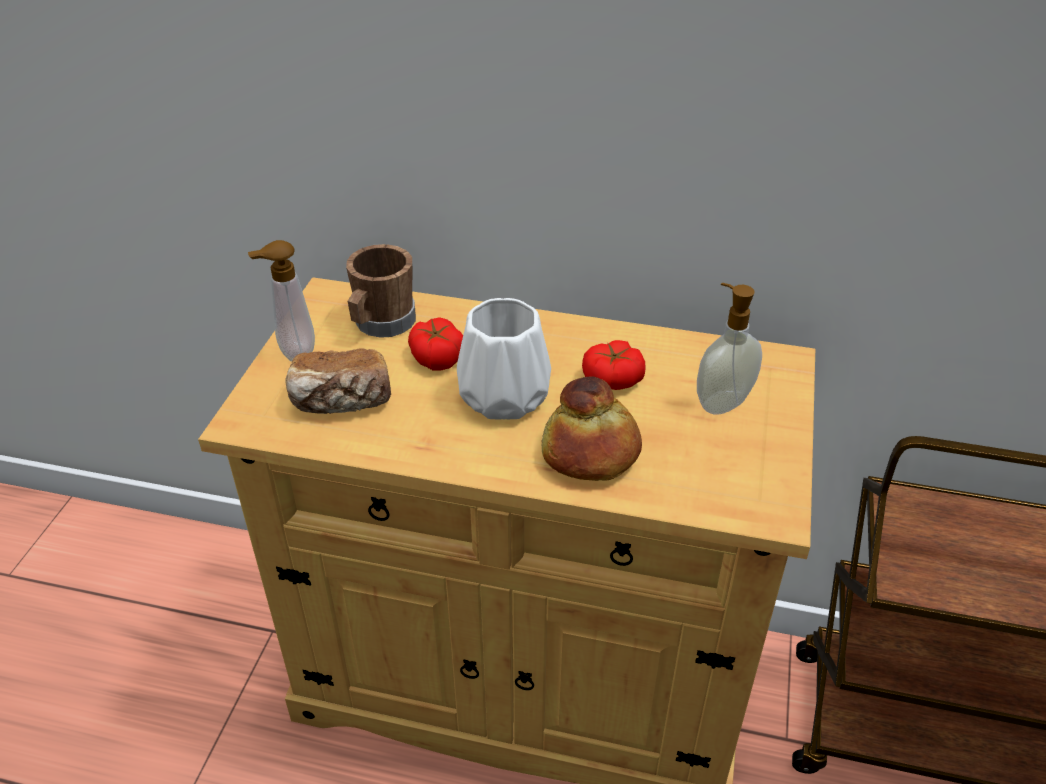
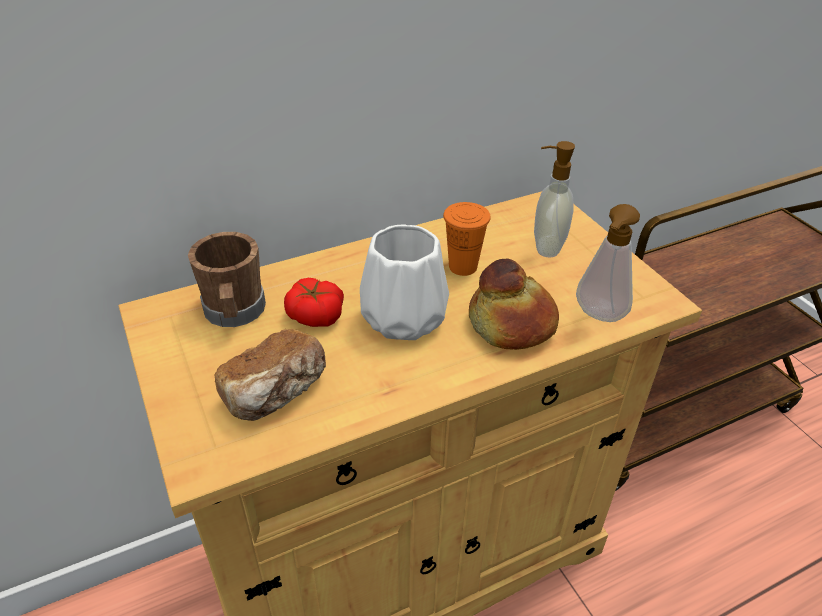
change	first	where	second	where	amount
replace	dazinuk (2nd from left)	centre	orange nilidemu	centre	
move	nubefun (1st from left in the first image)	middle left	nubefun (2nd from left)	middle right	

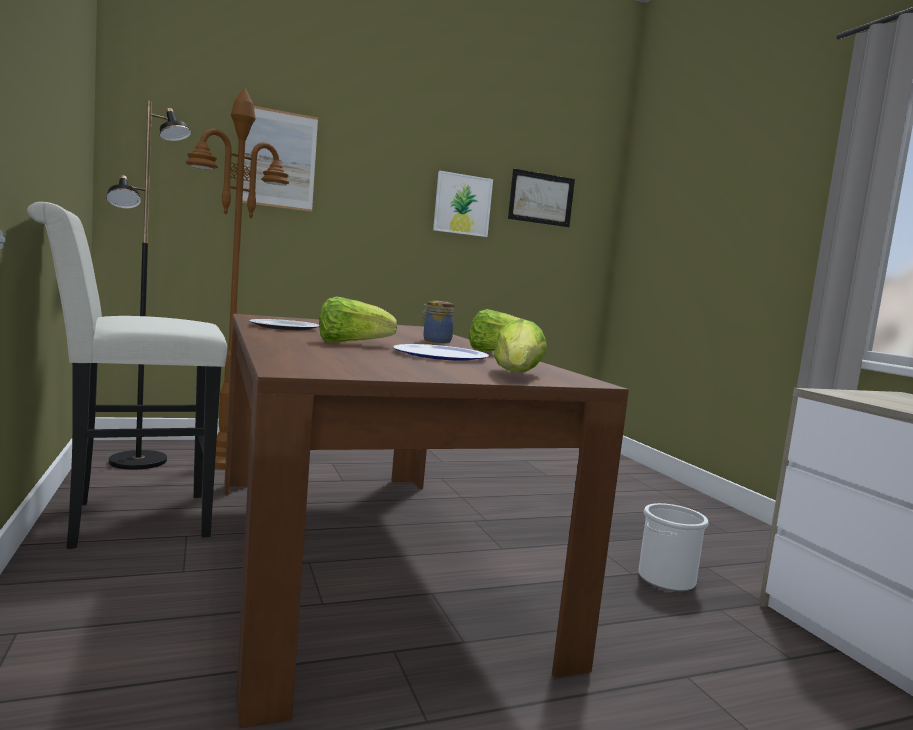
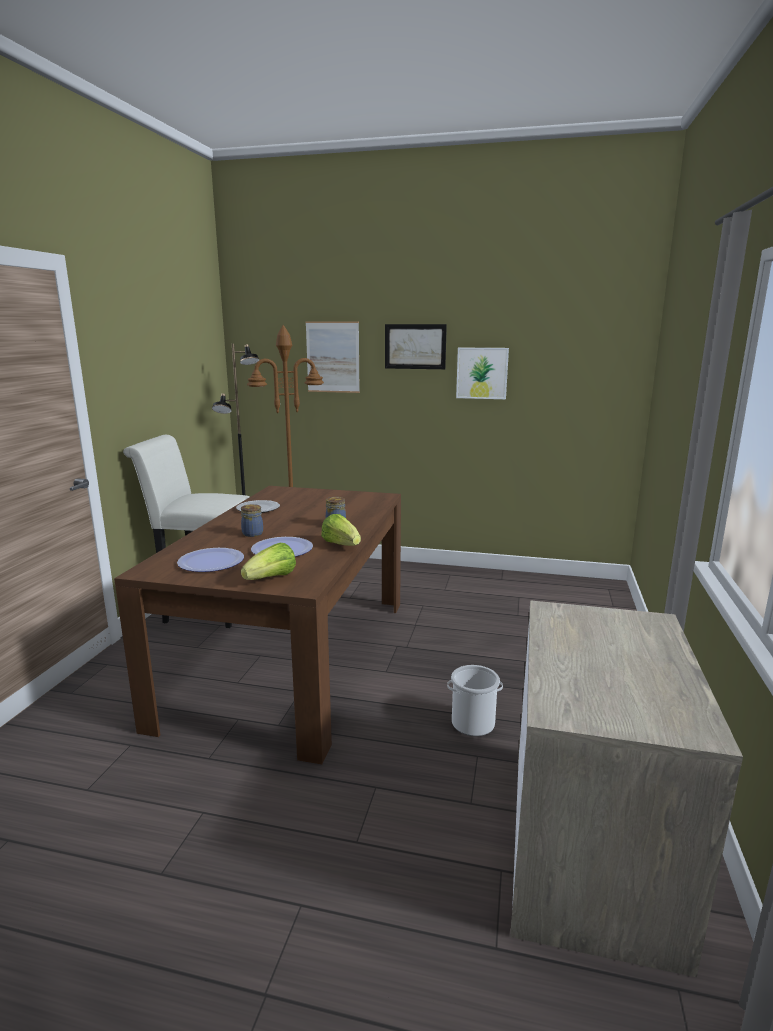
change	first	where	second	where	amount
insert			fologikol (1st from left)	middle left	
replace	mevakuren (1st from left)	centre	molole (1st from left)	middle left	
move	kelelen (3rd from left in the first image)	top centre	kelelen (2nd from left)	centre	

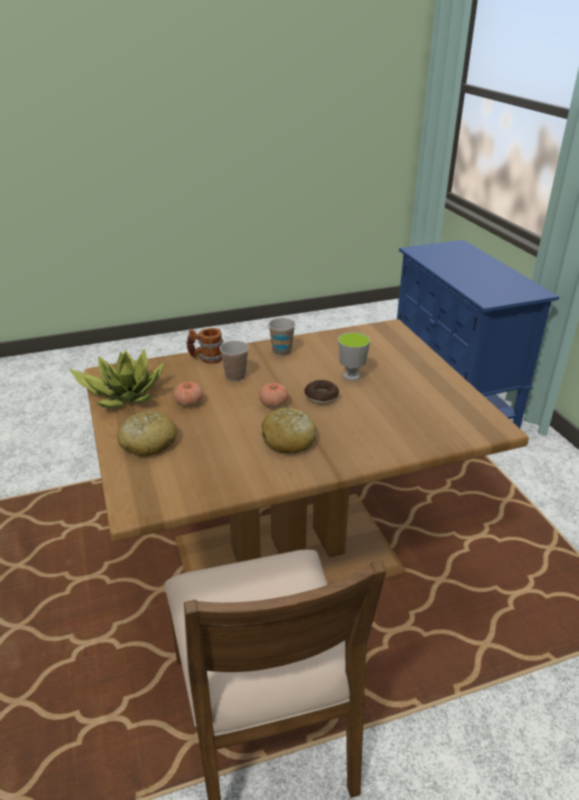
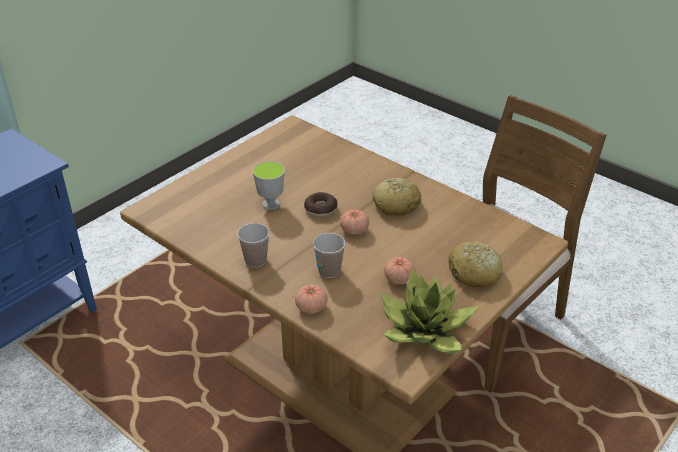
change	first	where	second	where	amount
replace	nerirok	centre	dazinuk (1st from left)	centre	

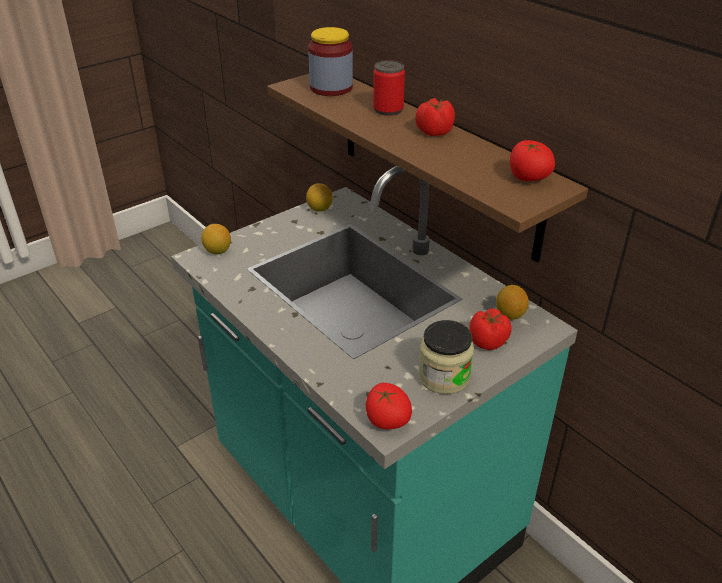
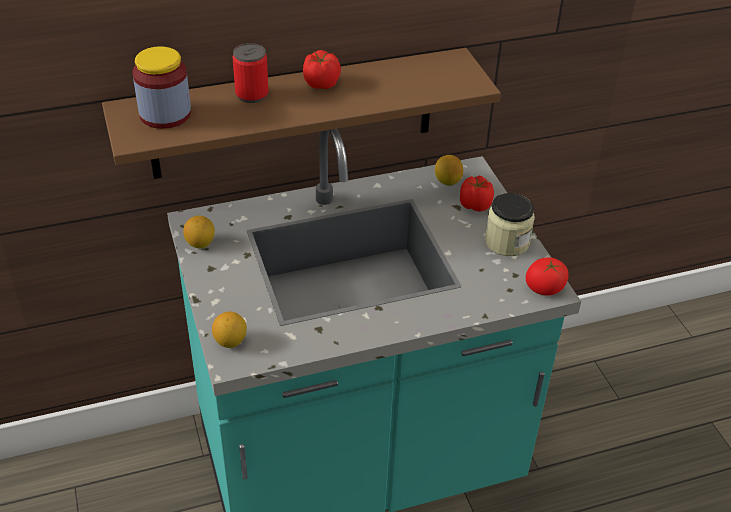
change	first	where	second	where	amount
delete	dazinuk (4th from left)	top right			

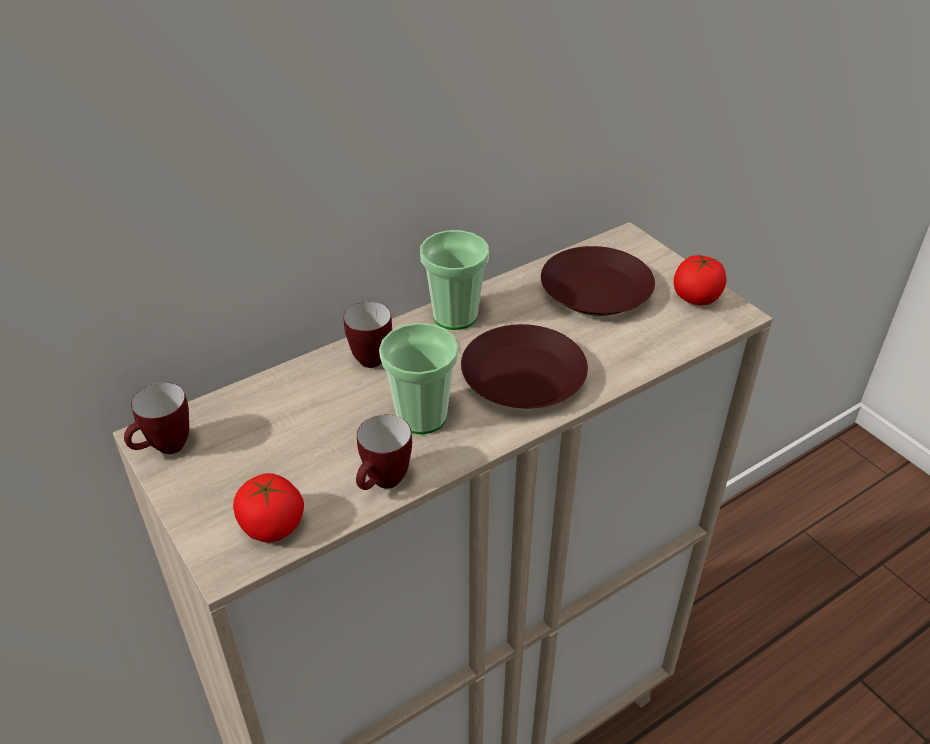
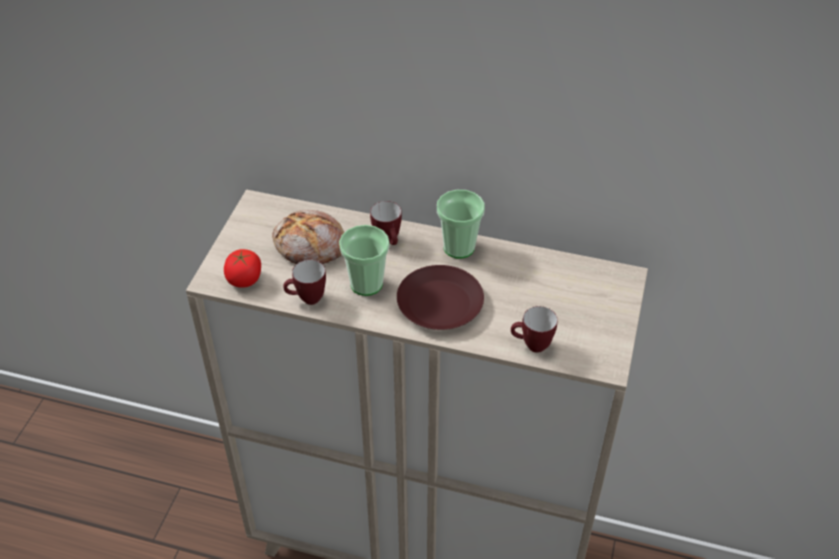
change	first	where	second	where	amount
insert			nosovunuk	centre	
move	nerirok (1st from left in the first image)	middle left	nerirok (3rd from left)	centre	
delete	brown fologikol (2nd from left)	centre			
delete	dazinuk (2nd from left)	middle right			

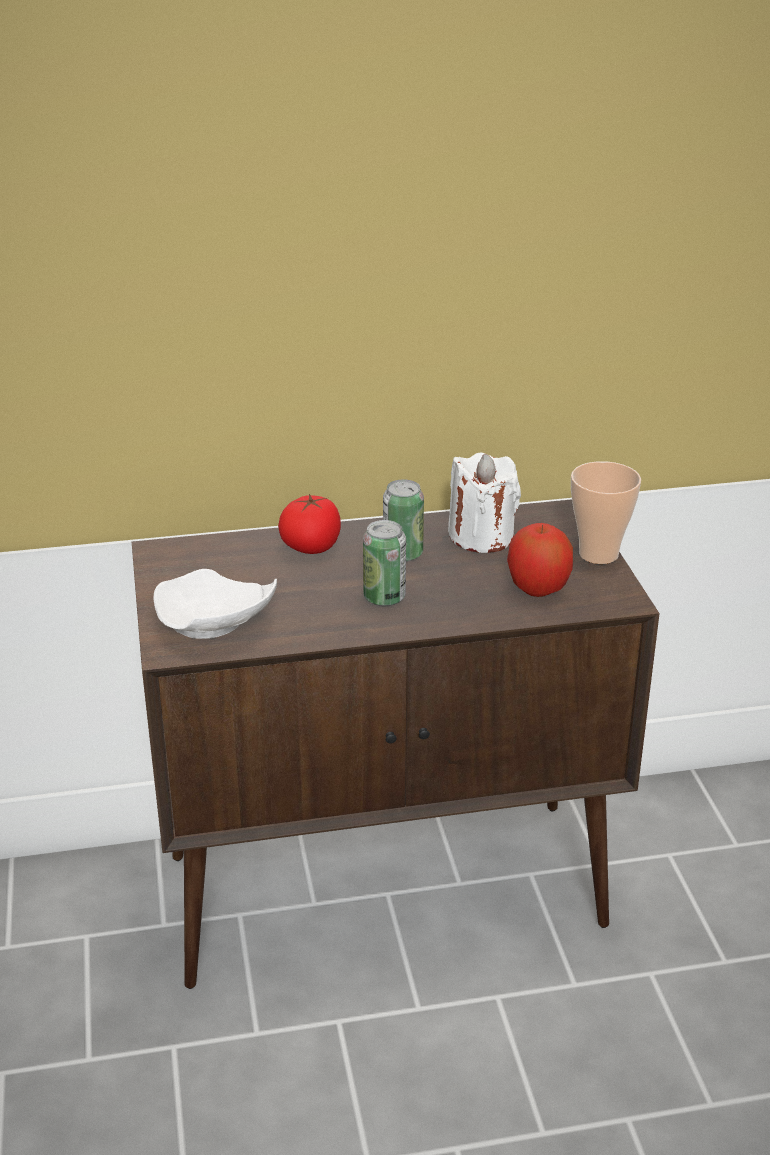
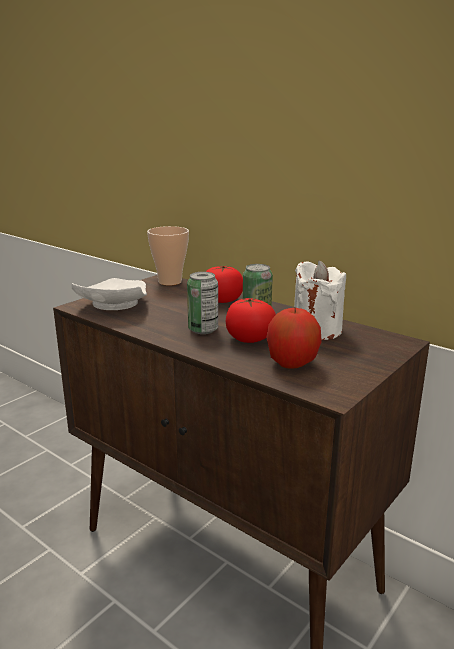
change	first	where	second	where	amount
move	nilidemu	middle right		centre	
insert			dazinuk (2nd from left)	centre	

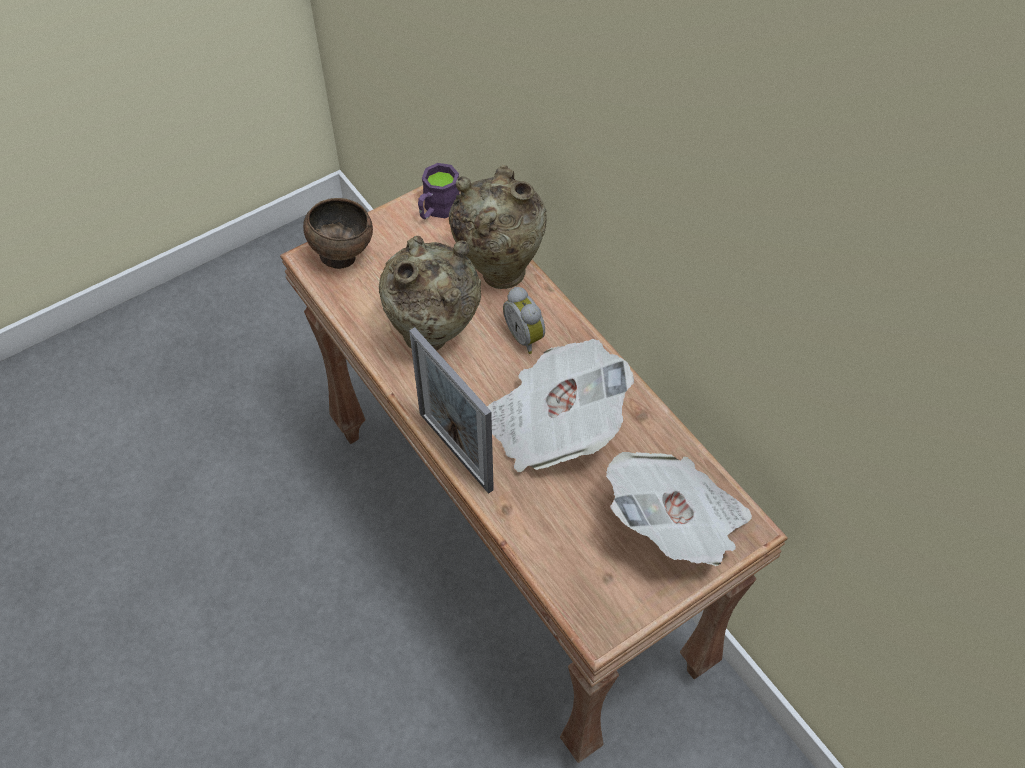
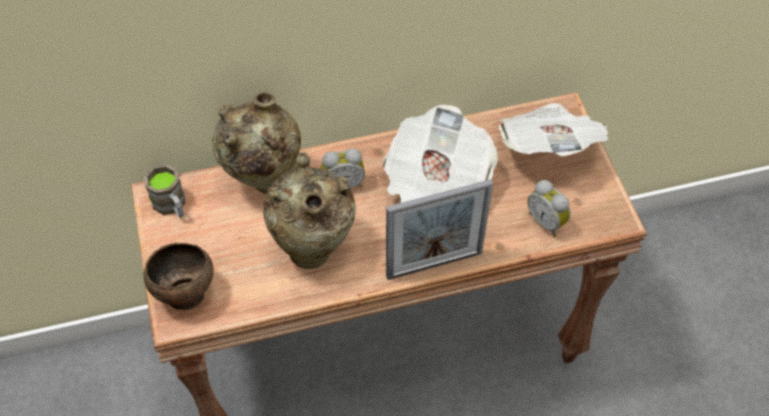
change	first	where	second	where	amount
recolor	purple nerirok	top centre	brown nerirok	middle left	
insert			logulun (2nd from left)	middle right	

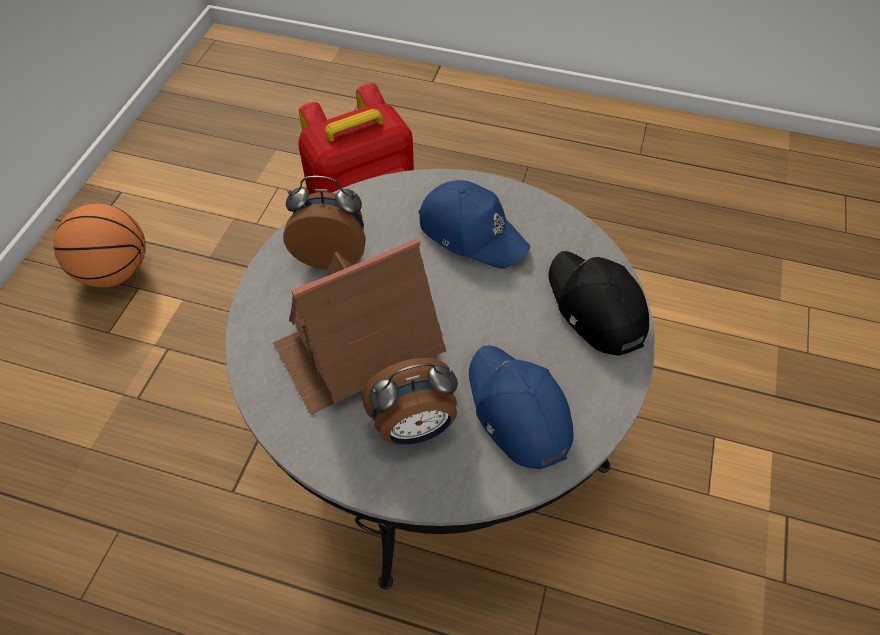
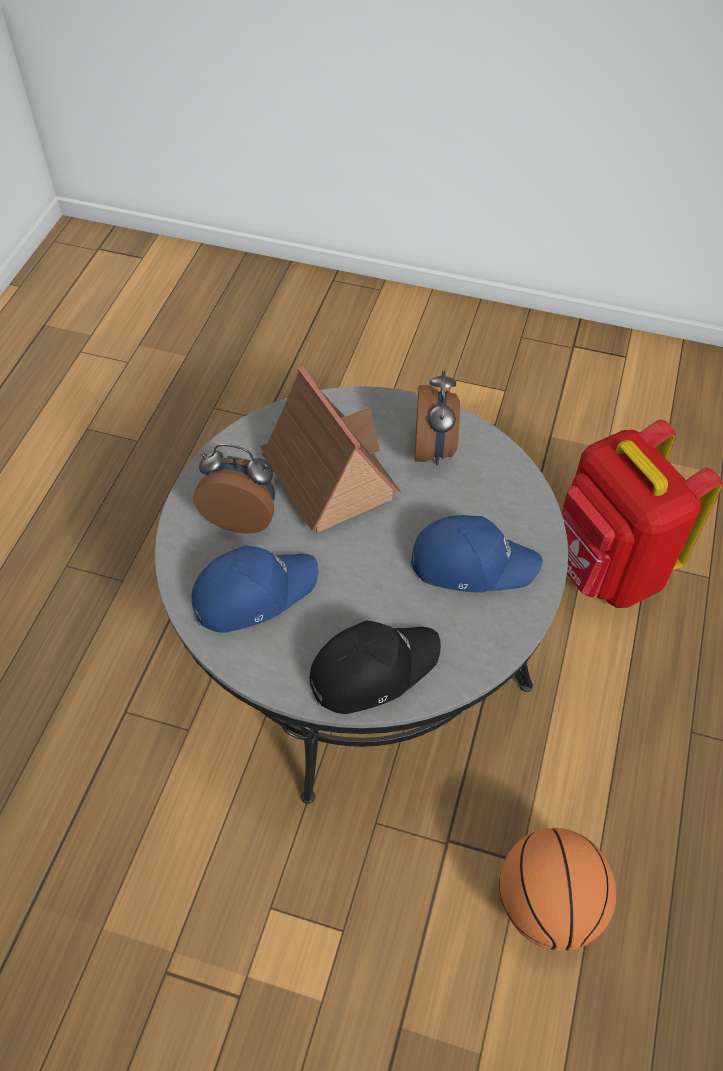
change	first	where	second	where	amount
rotate	logulun (2nd from left in the first image)	centre	logulun (1st from left)	middle left	120 degrees clockwise
rotate	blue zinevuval (1st from left in the first image)	centre	blue zinevuval (2nd from left)	centre	120 degrees counterclockwise
move	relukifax	middle left		bottom right	

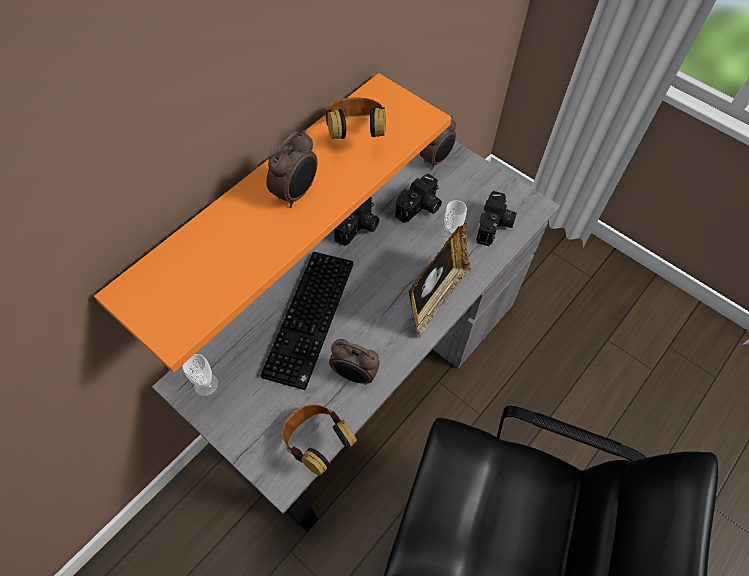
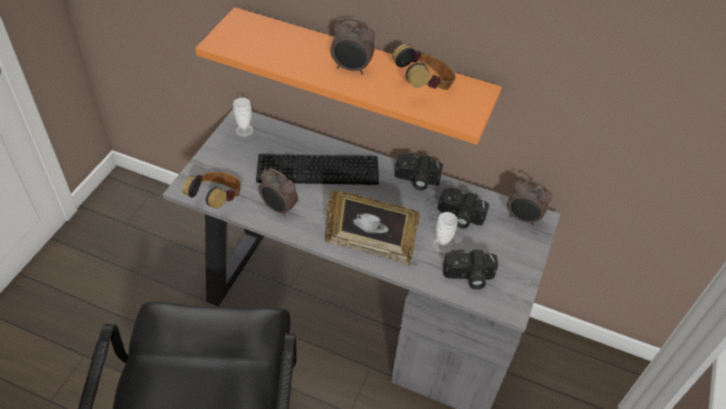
change	first	where	second	where	amount
rotate	logulun (2nd from left in the first image)	centre	logulun (1st from left)	centre	60 degrees counterclockwise

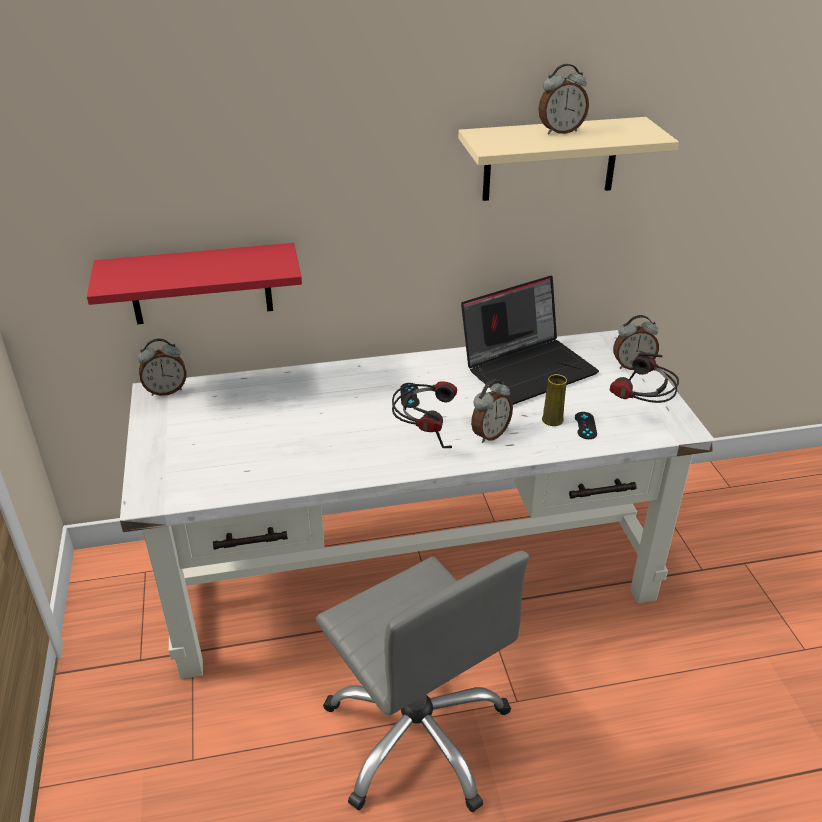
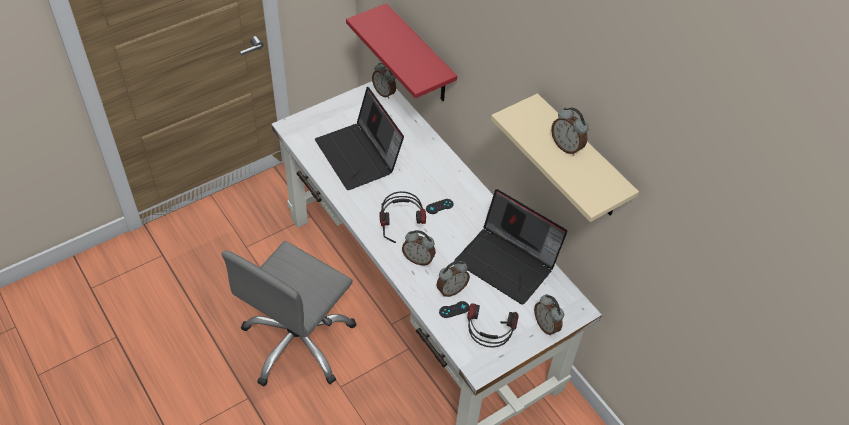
change	first	where	second	where	amount
insert			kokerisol (1st from left)	top centre	
replace	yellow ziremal	middle right	logulun (3rd from left)	centre	

